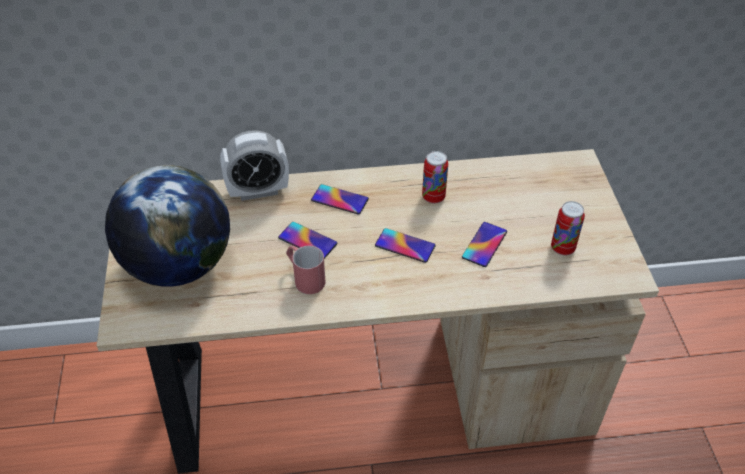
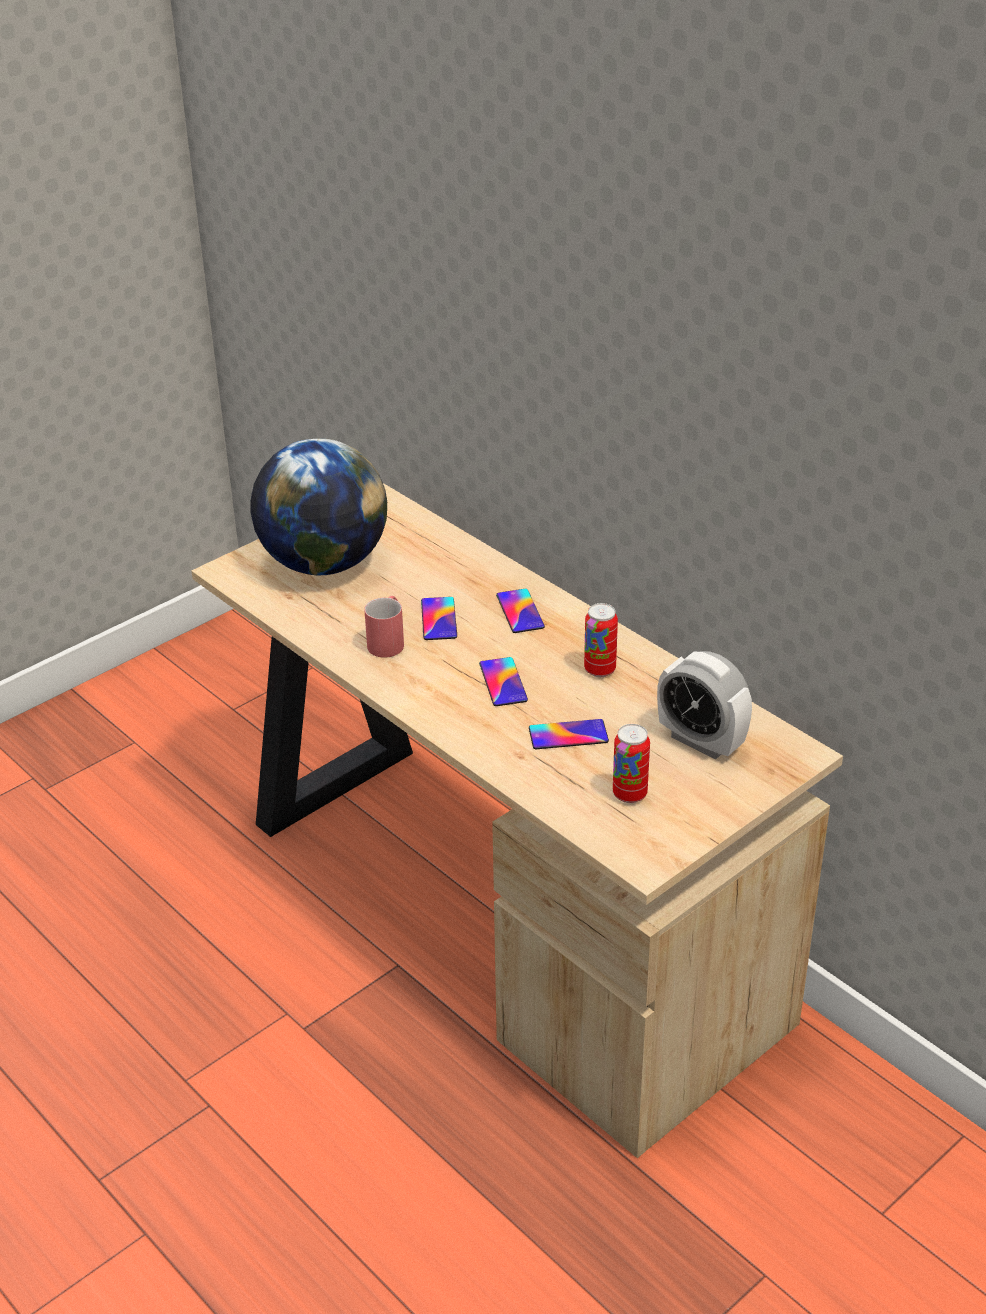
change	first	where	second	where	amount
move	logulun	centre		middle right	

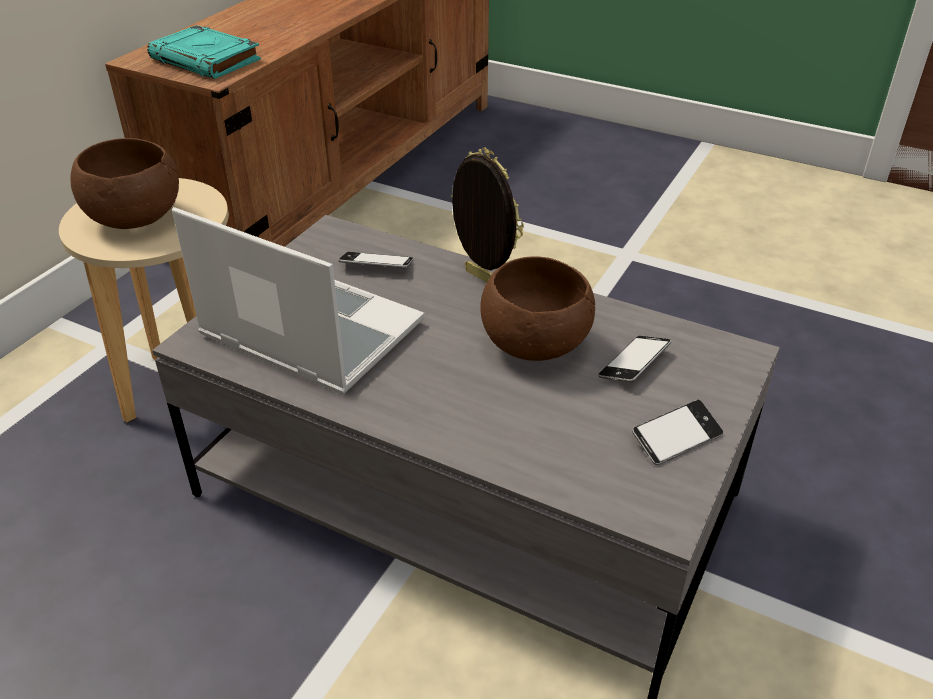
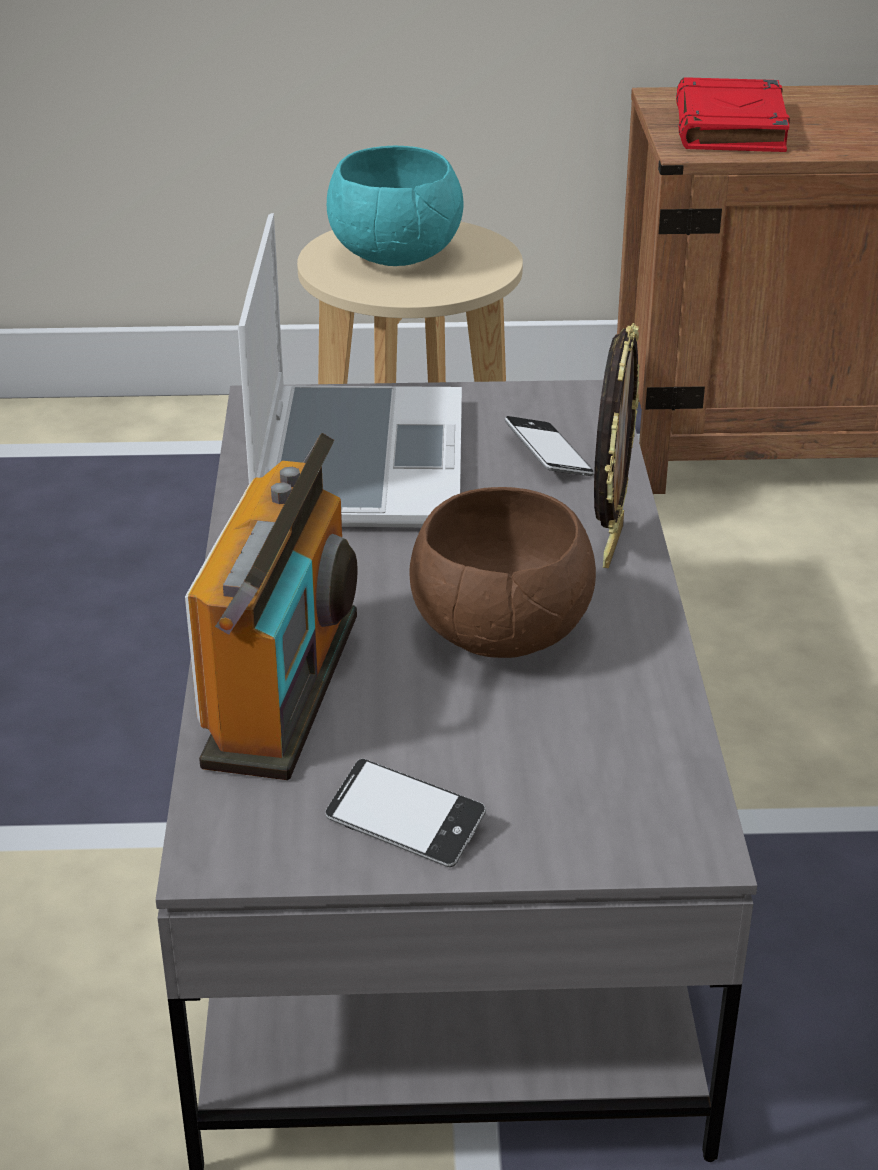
change	first	where	second	where	amount
insert			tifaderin	middle left	
recolor	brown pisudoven (1st from left)	top left	turquoise pisudoven	top centre	
recolor	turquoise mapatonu	top left	red mapatonu	top right	
delete	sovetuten (2nd from left)	middle right			

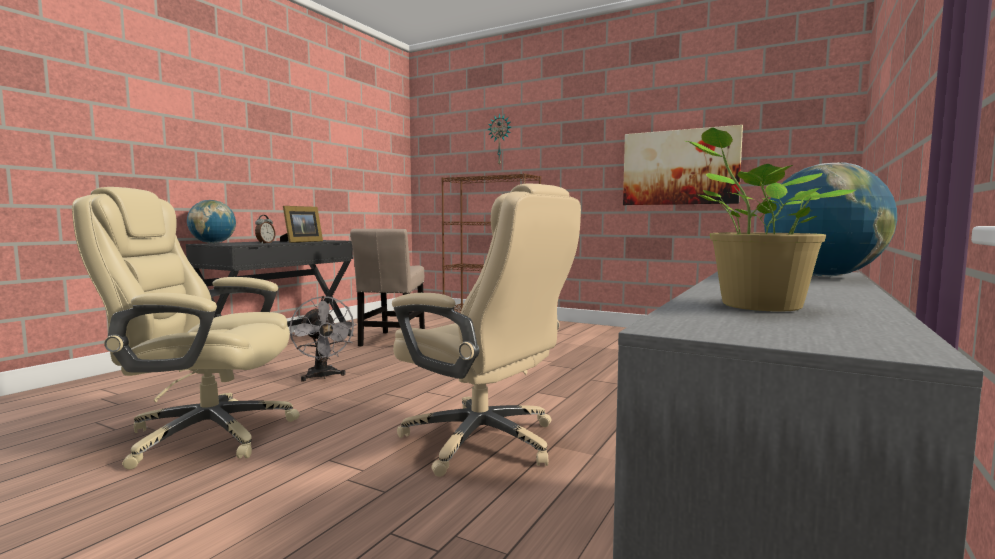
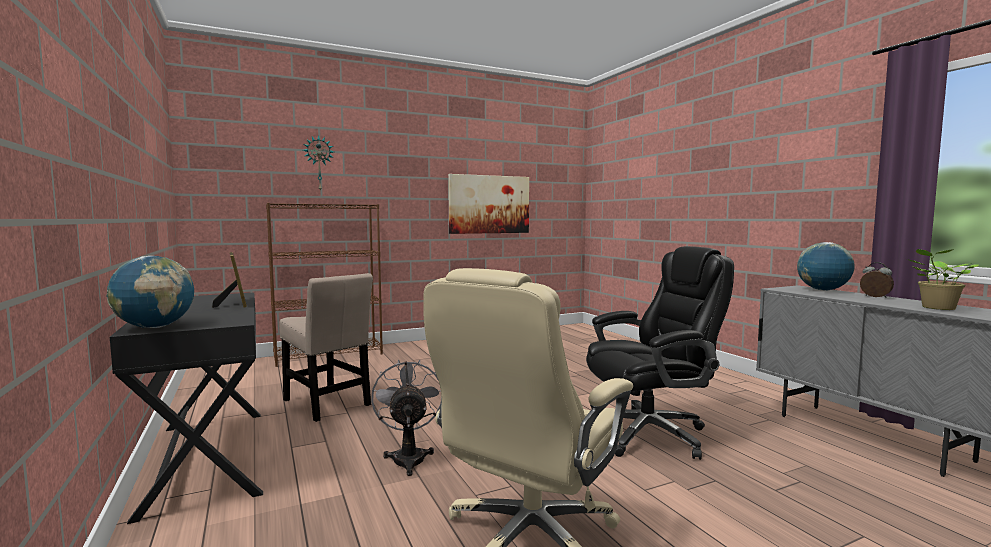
change	first	where	second	where	amount
rotate	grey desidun	middle left		bottom centre	105 degrees counterclockwise
recolor	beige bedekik (2nd from left)	centre	black bedekik	centre	
move	logulun	middle left		middle right	

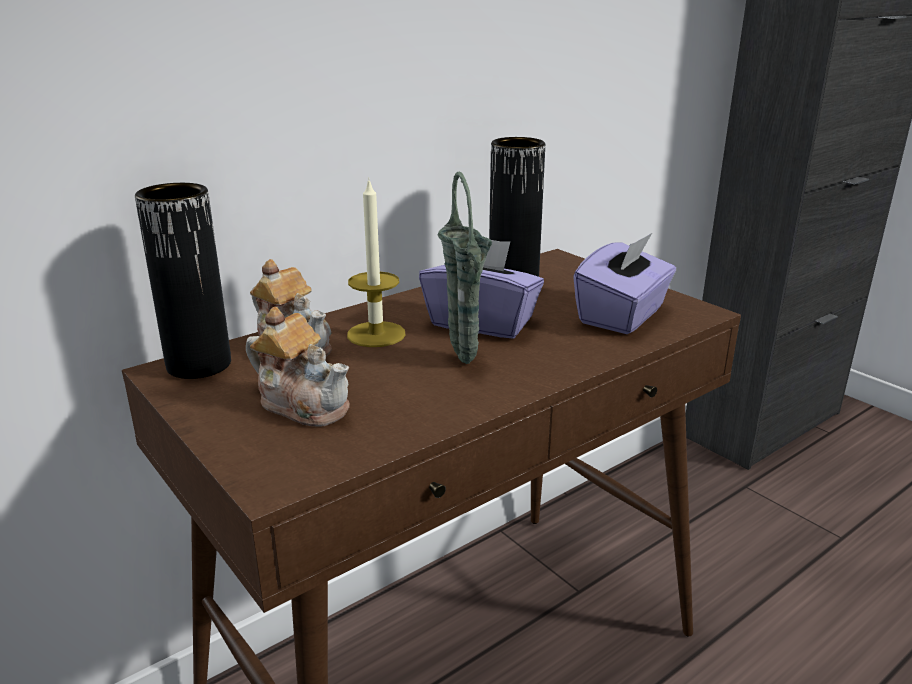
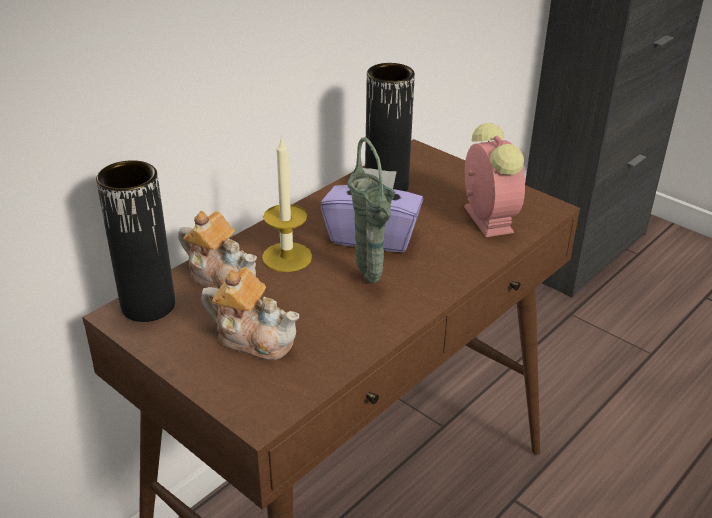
change	first	where	second	where	amount
replace	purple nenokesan (2nd from left)	middle right	logulun	middle right	

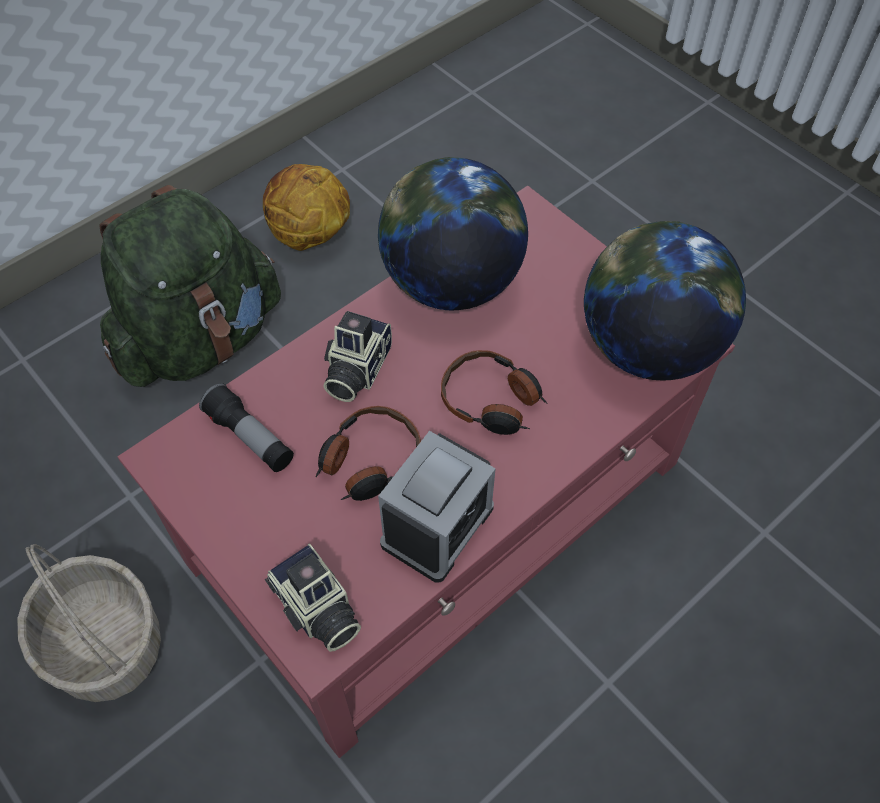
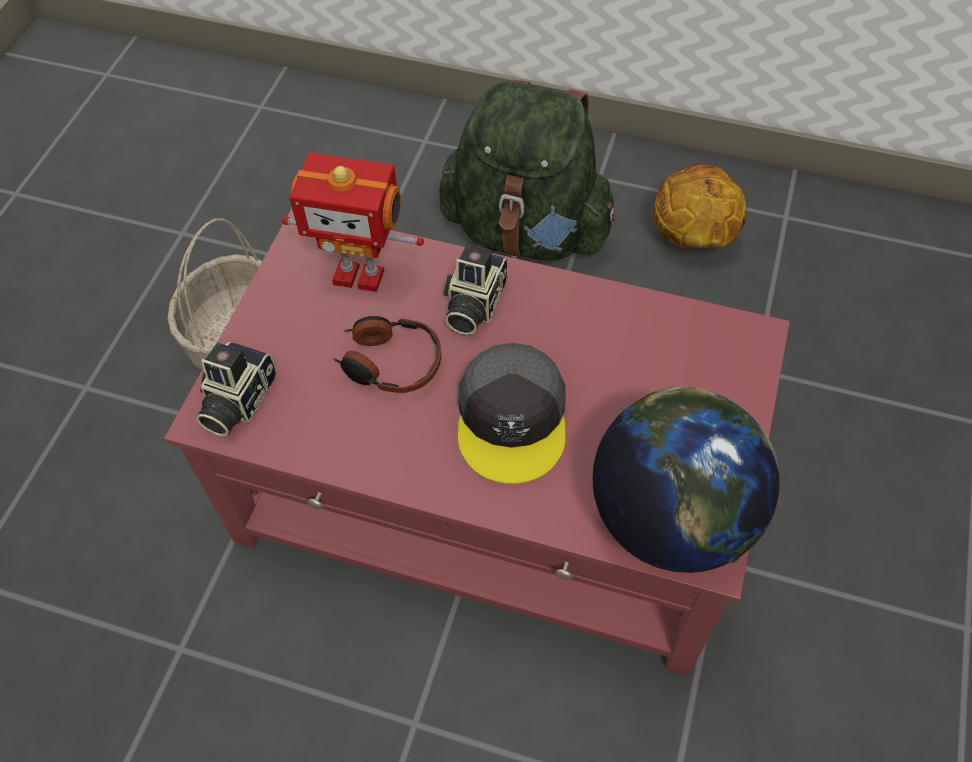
change	first	where	second	where	amount
replace	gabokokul	middle left	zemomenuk	top centre	
rotate	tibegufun (2nd from left)	centre		centre	60 degrees counterclockwise
replace	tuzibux (2nd from left)	centre	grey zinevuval	centre	
delete	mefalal (1st from left)	top centre			
delete	logulun	centre			

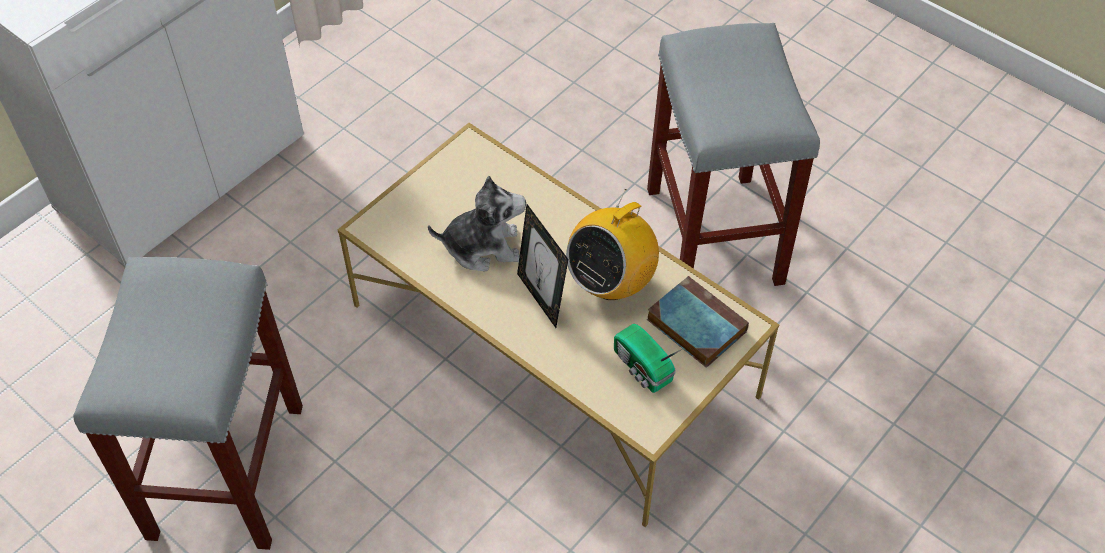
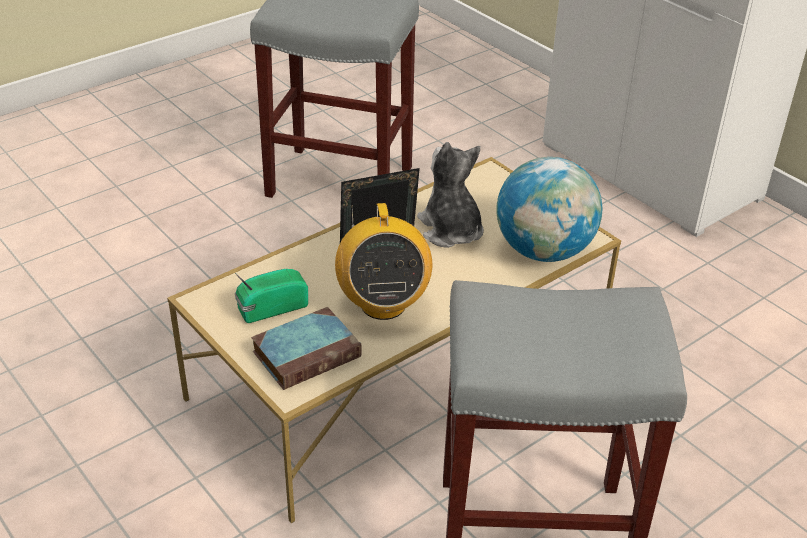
change	first	where	second	where	amount
rotate	tifaderin (1st from left in the first image)	centre	tifaderin (2nd from left)	centre	150 degrees counterclockwise
rotate	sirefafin	centre		centre	150 degrees clockwise
insert			mefalal	middle right	

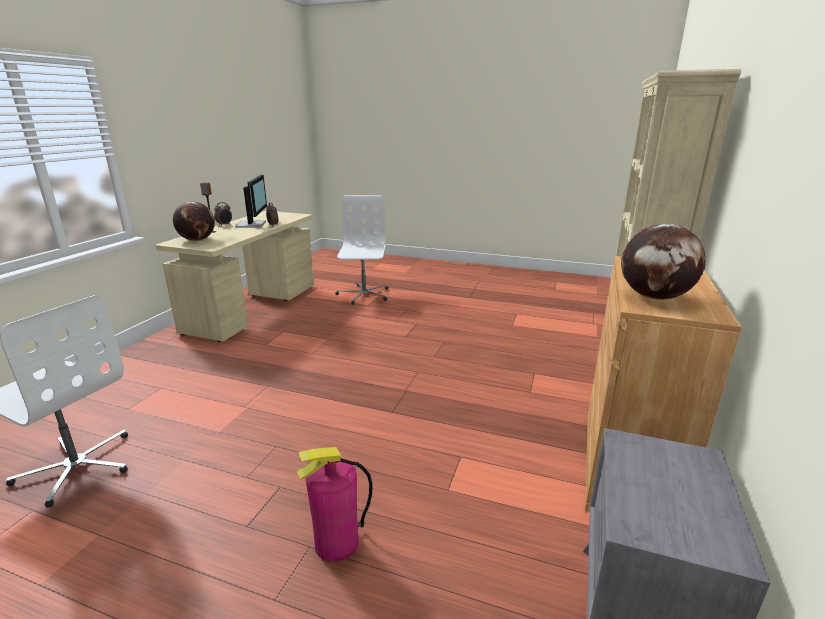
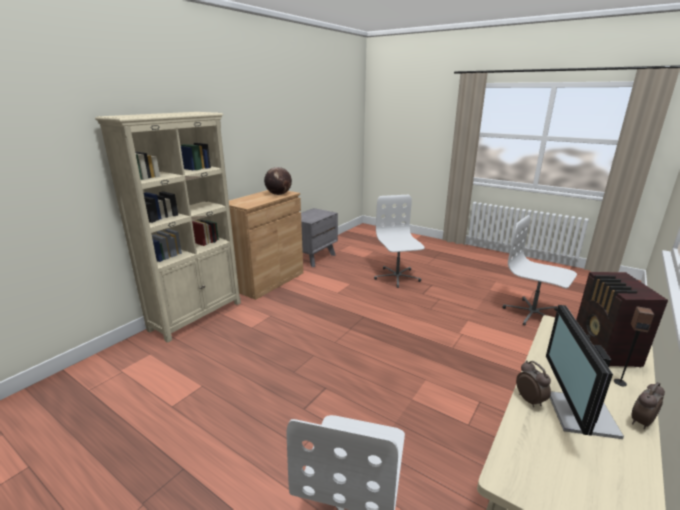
change	first	where	second	where	amount
replace	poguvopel	bottom centre	white bedekik (2nd from left)	centre	
replace	mefalal (1st from left)	middle left	tifaderin	middle right	

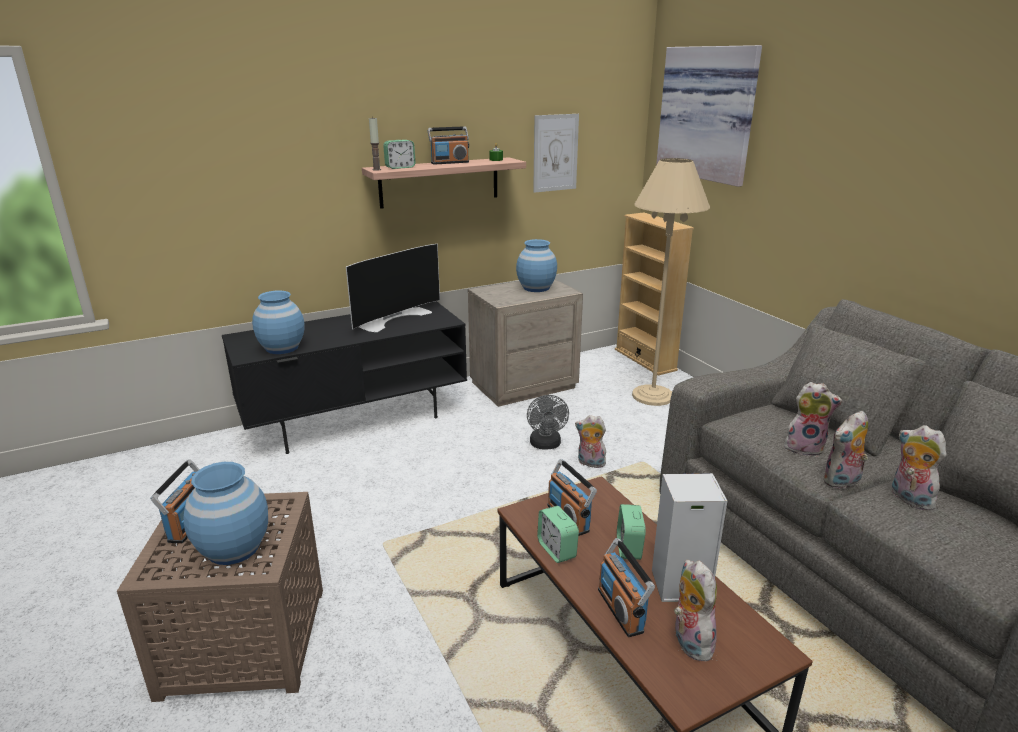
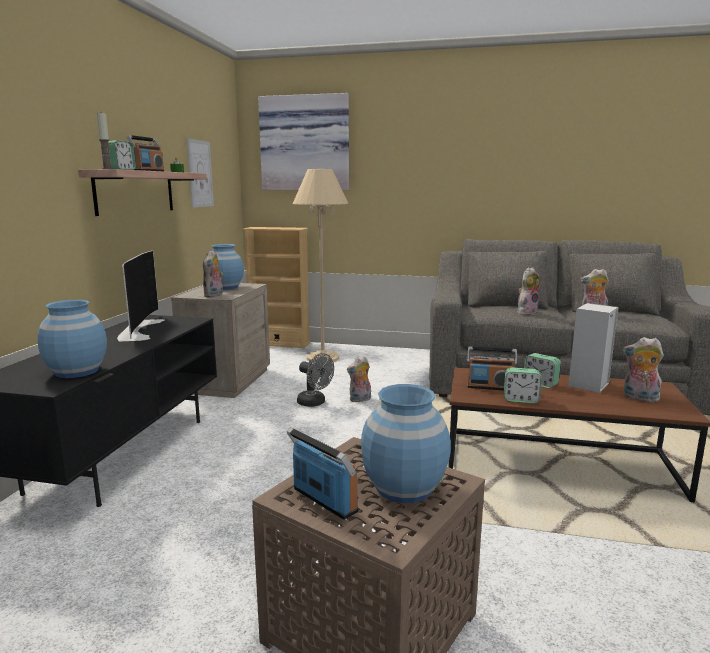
change	first	where	second	where	amount
move	sirefafin (4th from left in the first image)	middle right	sirefafin (1st from left)	middle left	
delete	tifaderin (4th from left)	bottom centre			

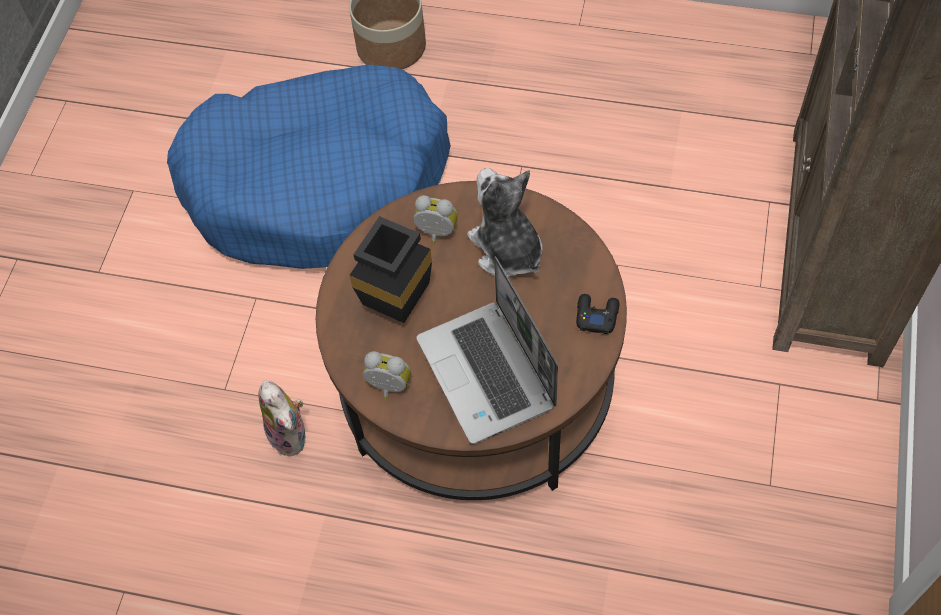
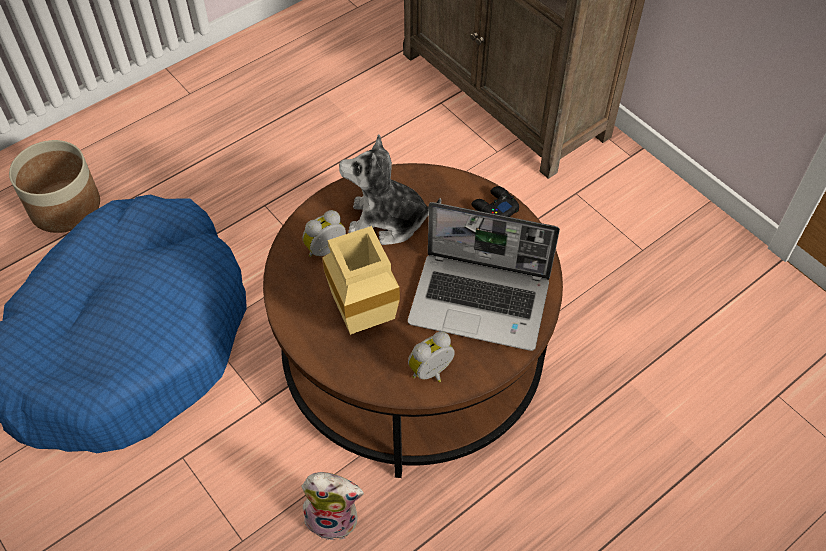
change	first	where	second	where	amount
recolor	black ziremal	centre	beige ziremal	centre	

